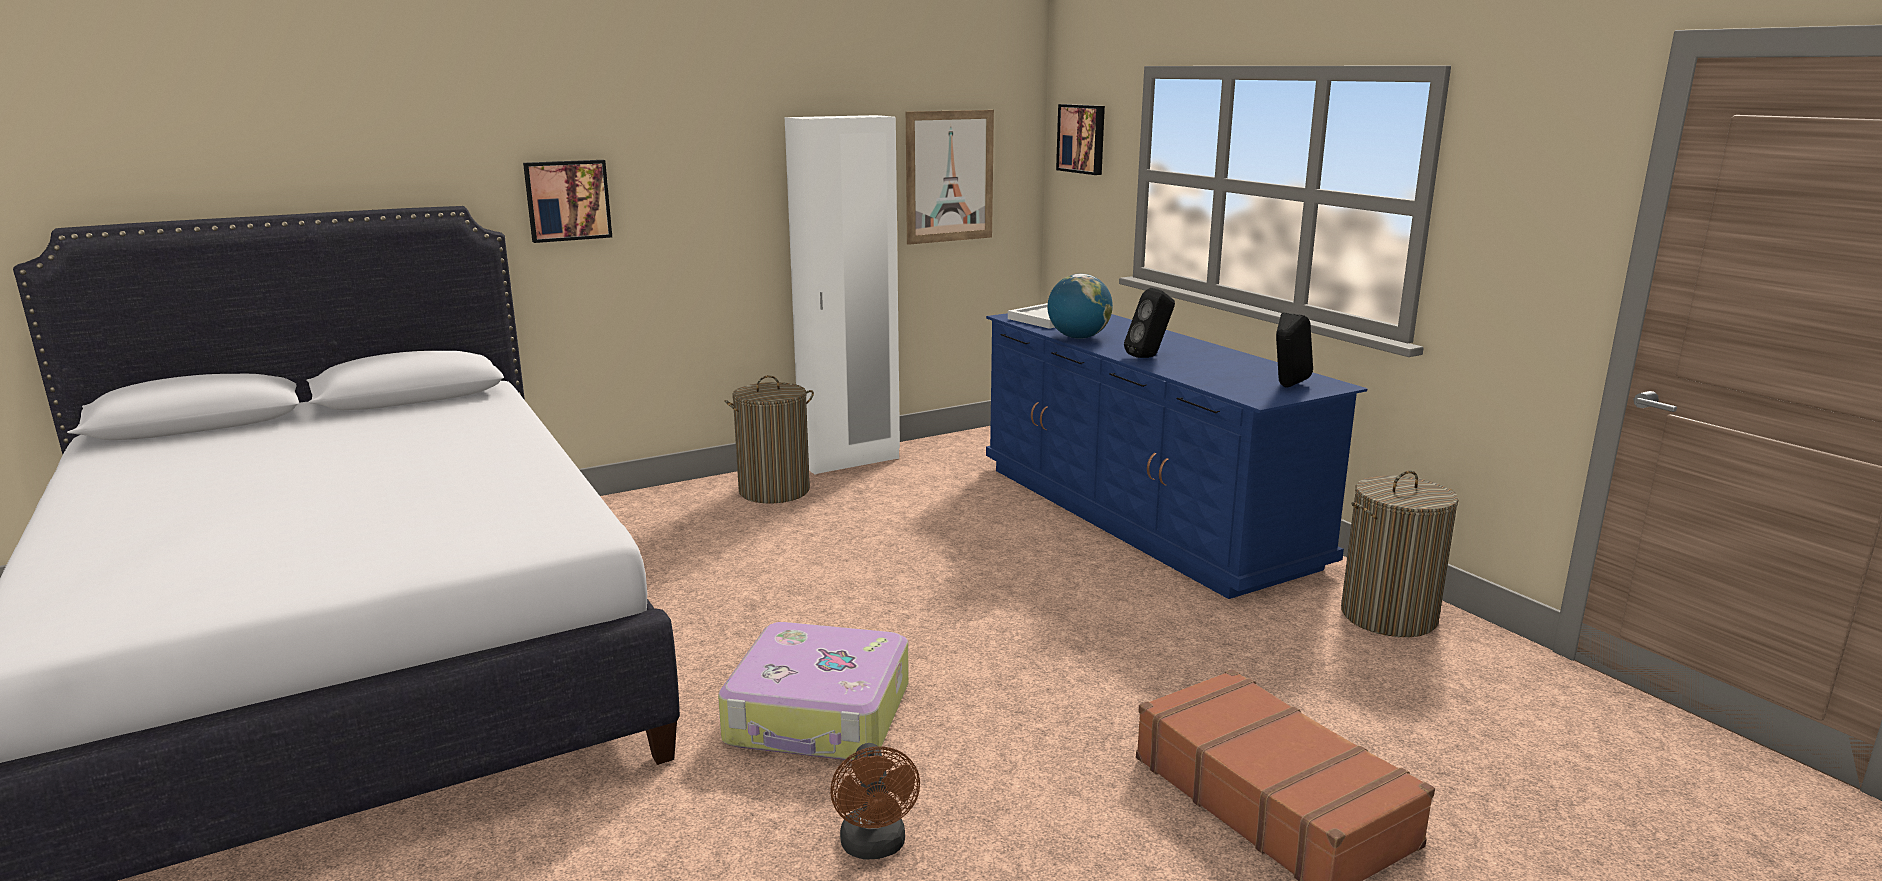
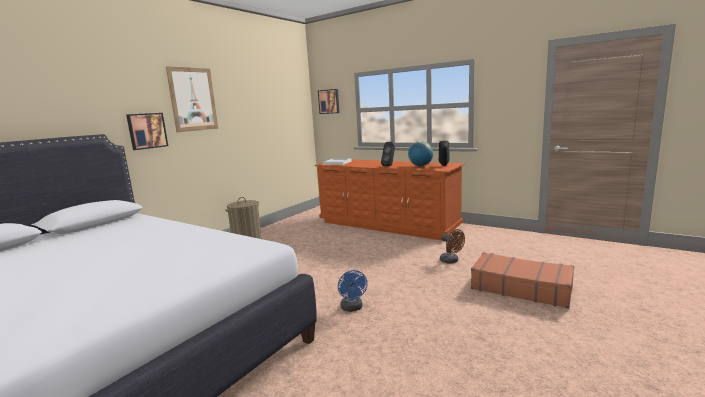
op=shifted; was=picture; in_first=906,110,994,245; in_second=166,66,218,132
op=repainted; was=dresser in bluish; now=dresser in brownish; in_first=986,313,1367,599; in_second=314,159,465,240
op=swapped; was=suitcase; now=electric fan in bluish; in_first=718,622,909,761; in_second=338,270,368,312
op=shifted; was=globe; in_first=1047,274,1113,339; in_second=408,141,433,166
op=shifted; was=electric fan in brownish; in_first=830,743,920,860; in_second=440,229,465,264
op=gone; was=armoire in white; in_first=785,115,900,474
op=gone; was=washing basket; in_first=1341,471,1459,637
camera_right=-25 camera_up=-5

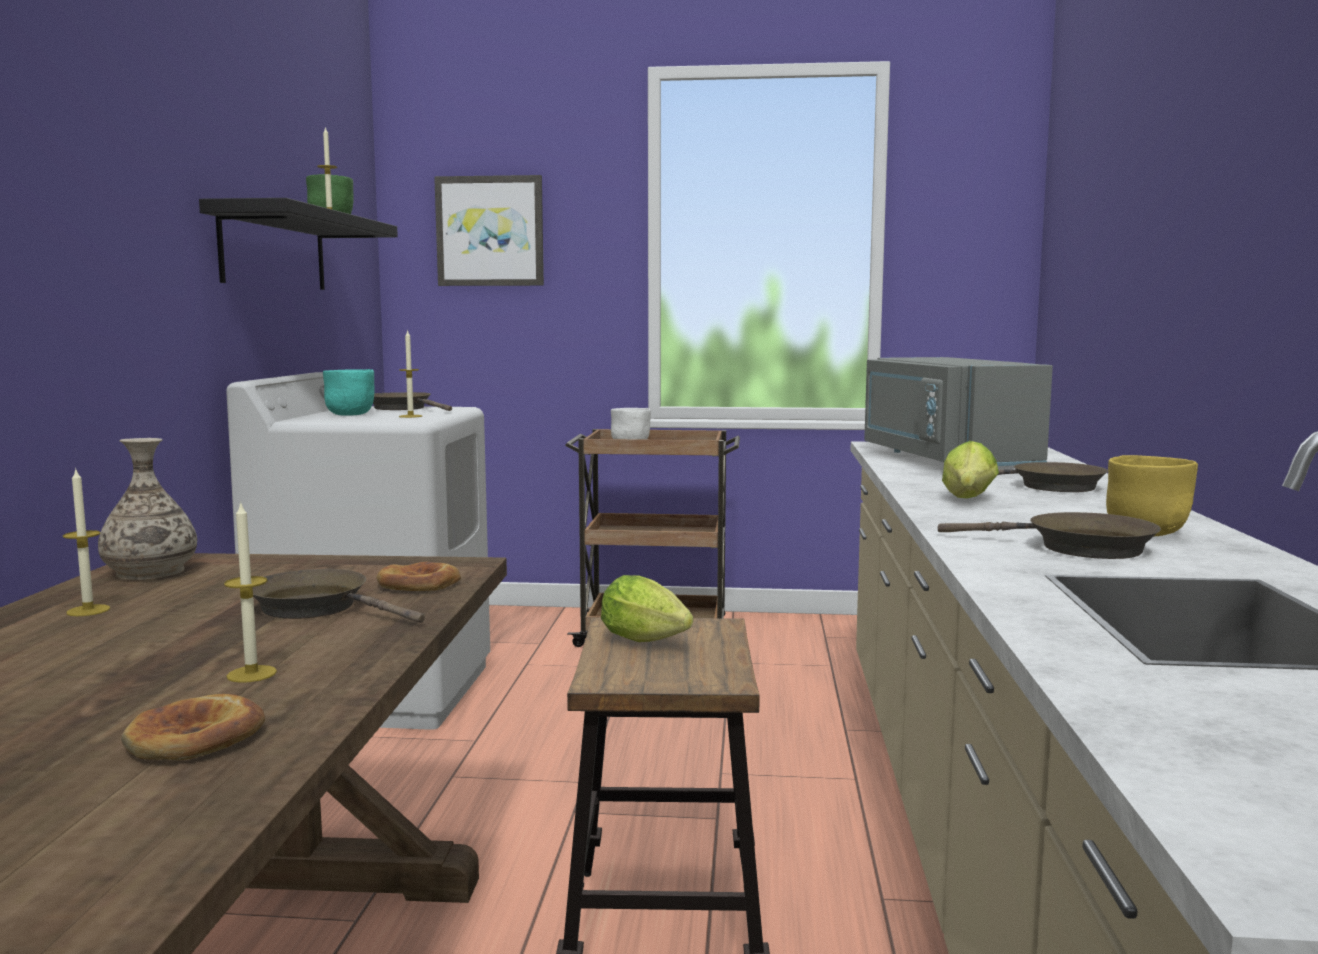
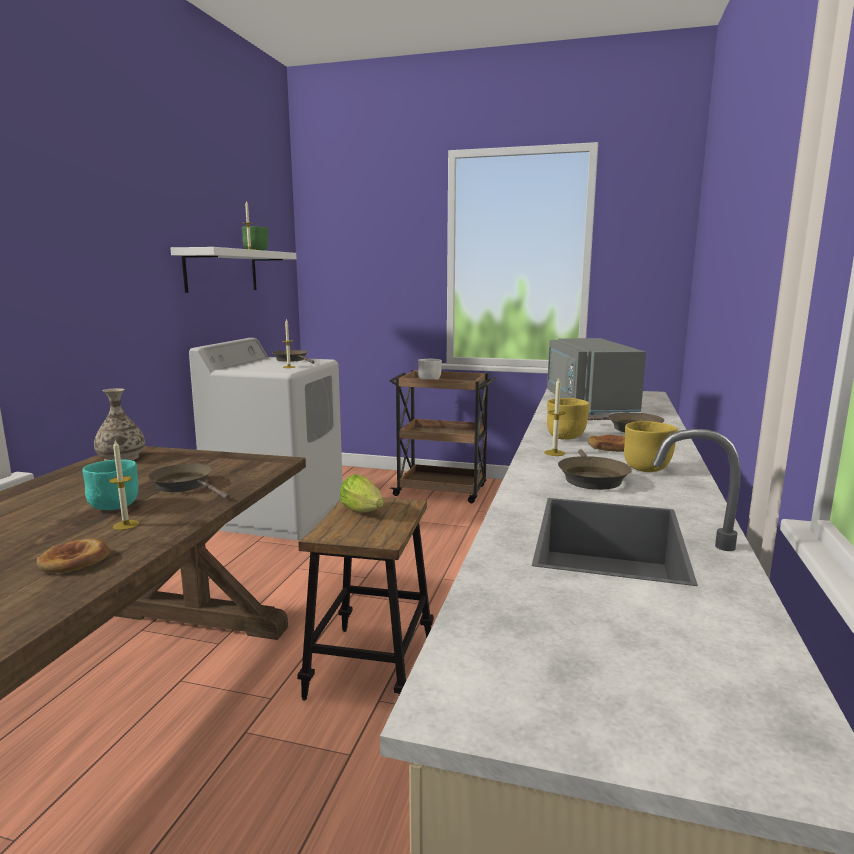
op=shifted; was=serving bowl in turquoise; in_first=323,369,375,416; in_second=82,459,138,510
op=repainted; was=wall shelf in blackish; now=wall shelf in white; in_first=199,198,398,290; in_second=170,247,296,293
op=shifted; was=candle; in_first=63,468,110,616; in_second=544,377,566,456
op=swapped; was=head of lettuce; now=serving bowl in yellow; in_first=942,441,999,498; in_second=547,398,590,440
op=rotated; was=frying pan in brownish; in_first=938,512,1161,559; in_second=558,449,632,490; clockwise=60
op=shifted; was=bread; in_first=377,562,461,591; in_second=588,435,625,452
op=gone; was=picture; in_first=434,175,544,286
camera_right=10 camera_up=5

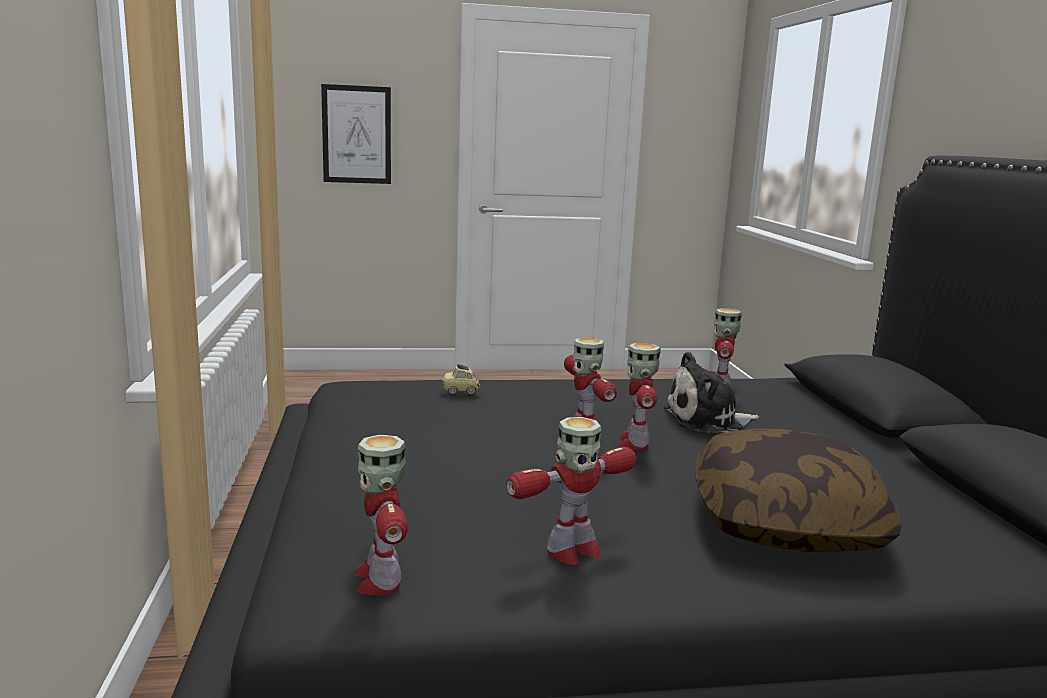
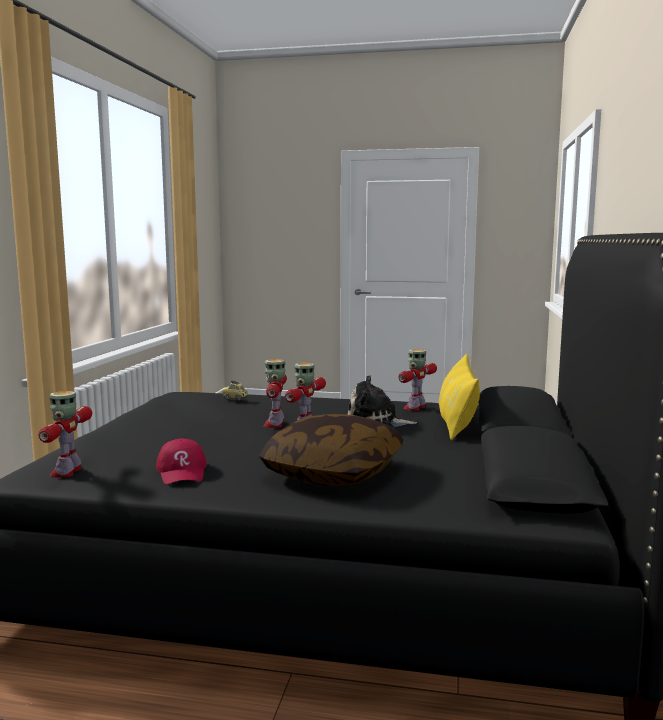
op=swapped; was=robot figure; now=cap in red-coloured; in_first=506,417,636,565; in_second=156,438,207,484
op=new; now=throw pillow in yellow; in_second=439,354,480,440
op=gone; was=picture; in_first=321,84,391,184
camera_right=20 camera_up=-5

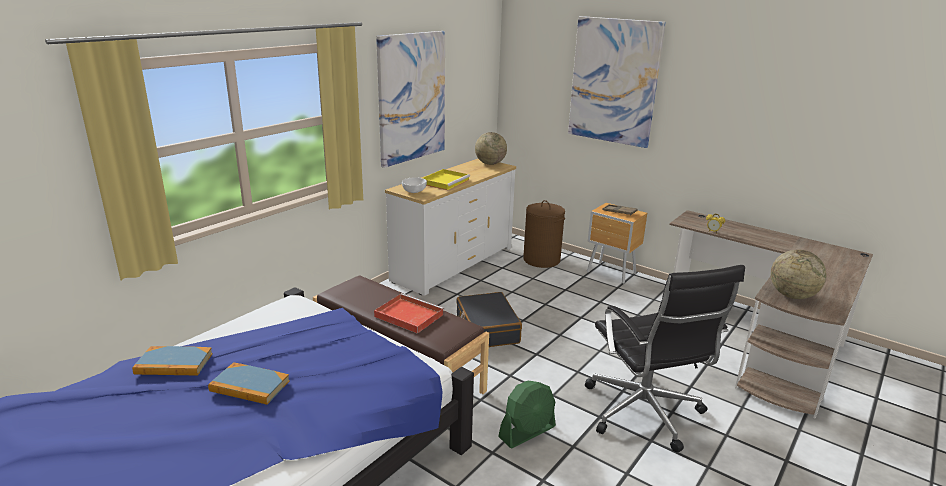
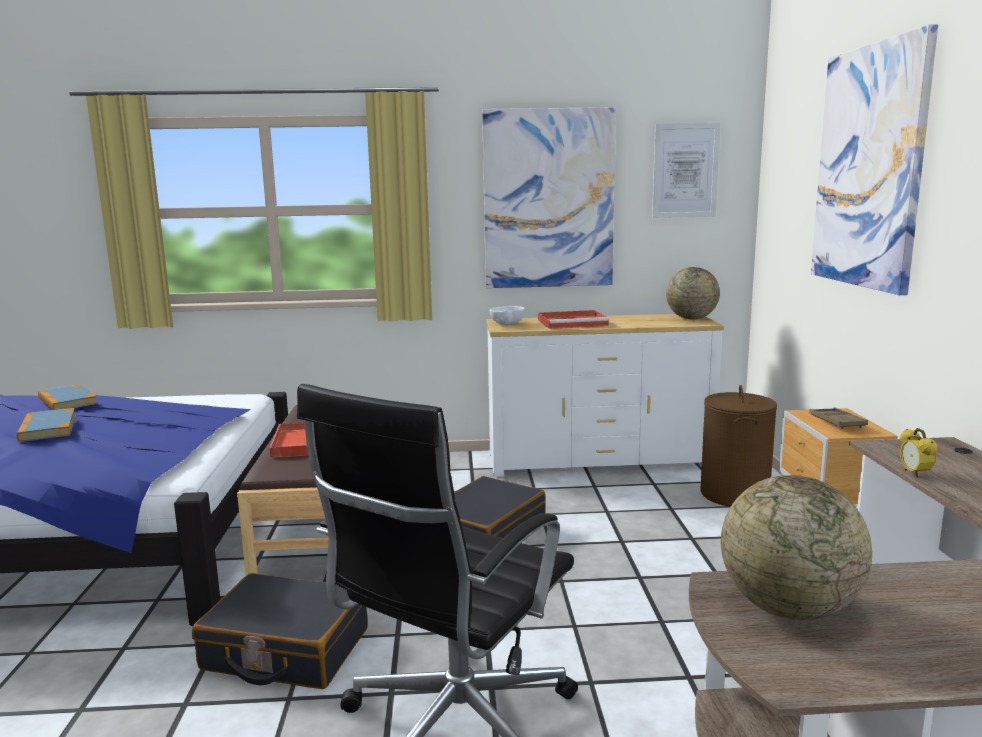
op=swapped; was=electric fan in greenish; now=suitcase in blackish; in_first=498,381,556,448; in_second=192,573,368,689
op=repainted; was=tray in yellow; now=tray in red-coloured; in_first=423,169,470,190; in_second=538,310,609,329
op=new; now=picture; in_second=652,123,720,218
camera_right=50 camera_up=-10

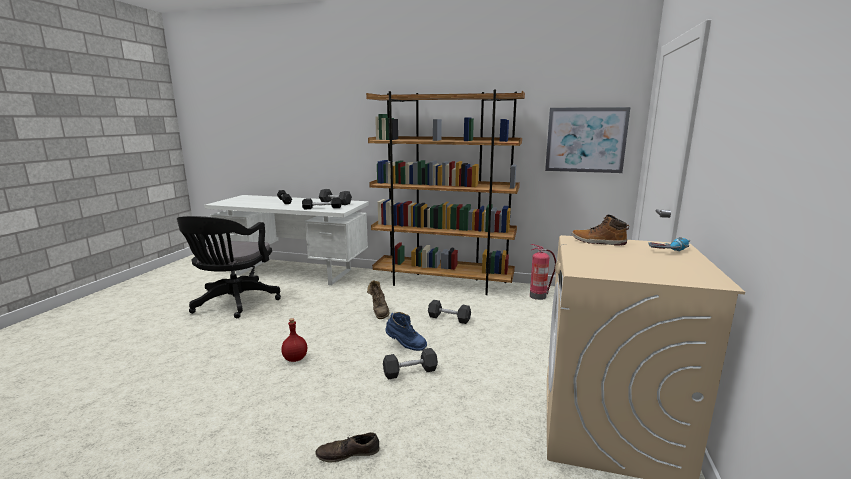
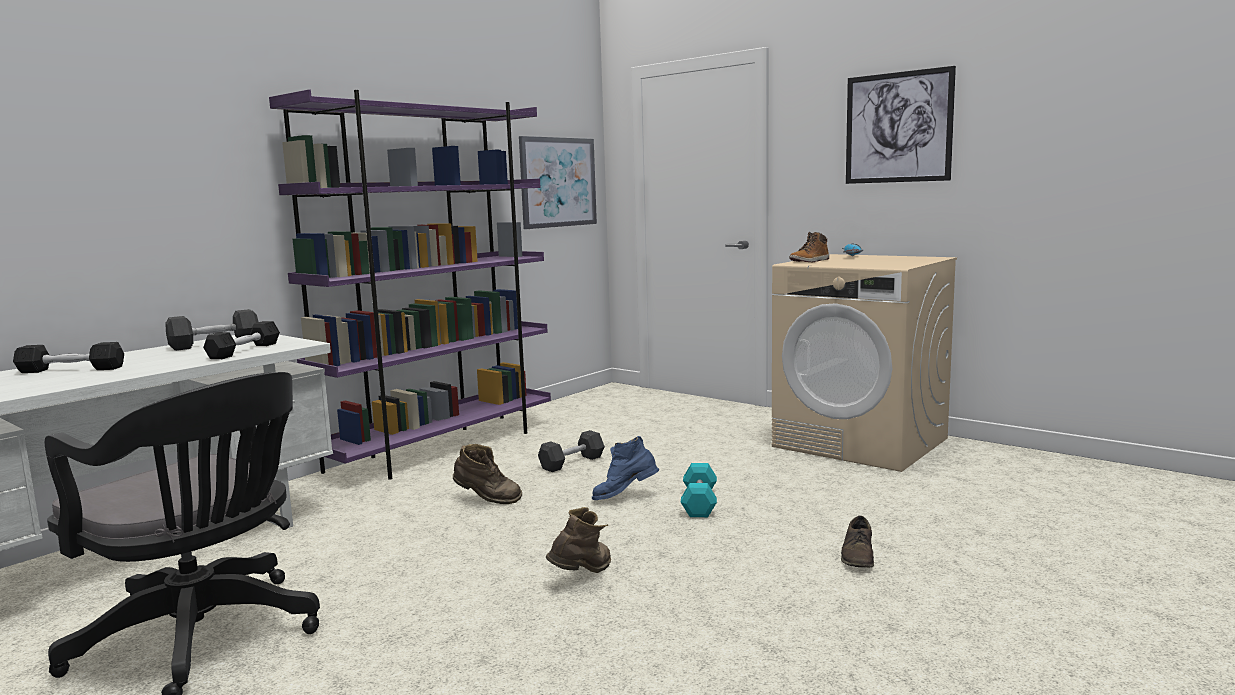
op=repainted; was=shelving unit in brownish; now=shelving unit in purplish; in_first=366,90,525,295; in_second=269,89,551,480
op=swapped; was=bottle in red-coloured; now=boot in brownish; in_first=281,318,307,362; in_second=546,507,611,573
op=rotated; was=boot in bluish; in_first=385,312,427,351; in_second=592,436,659,500; clockwise=-150
op=repainted; was=free weight in greyish; now=free weight in turquoise; in_first=383,348,438,380; in_second=681,463,717,517
op=new; now=picture; in_second=846,66,956,184
op=gone; was=extinguisher; in_first=530,244,556,300
camera_right=-65 camera_up=-5

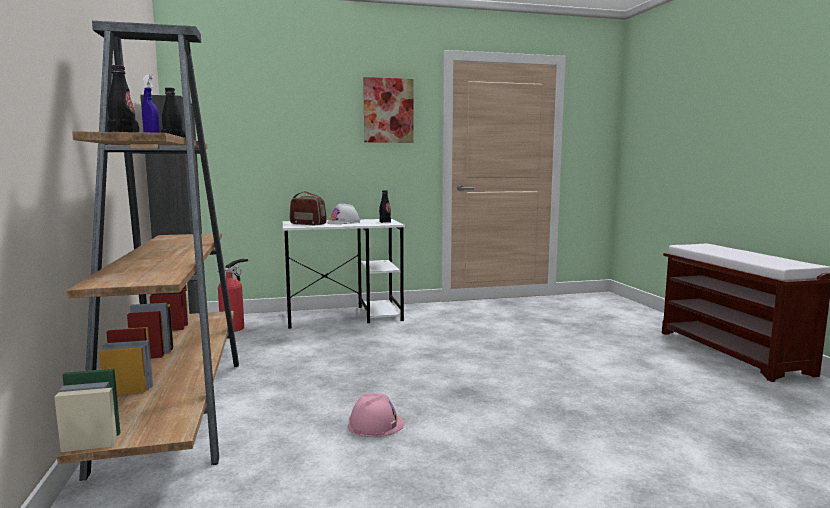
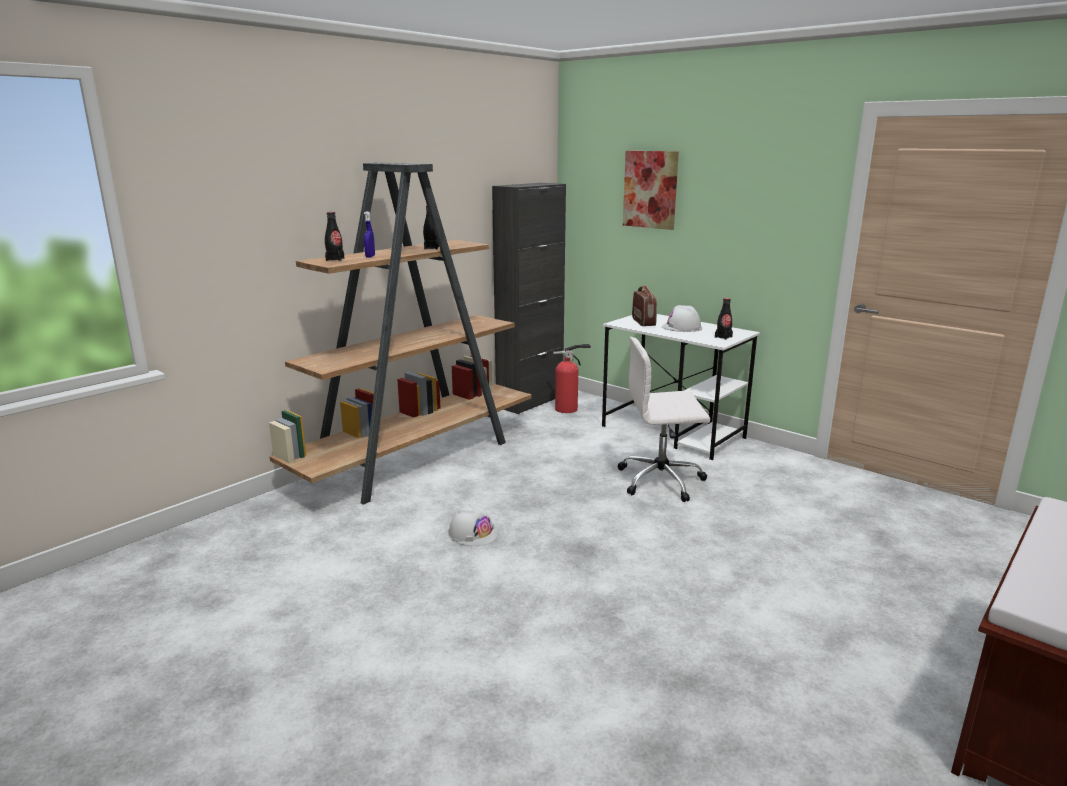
op=repainted; was=safety helmet in pink-coloured; now=safety helmet in white; in_first=348,394,405,437; in_second=448,504,498,546
op=new; now=office chair in white; in_second=618,337,710,502
op=shifted; was=picture; in_first=363,77,413,143; in_second=623,151,679,230
camera_right=55 camera_up=10

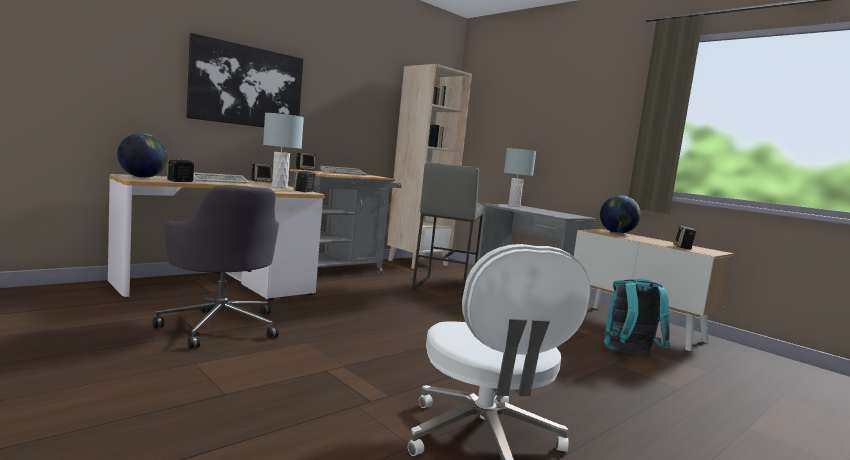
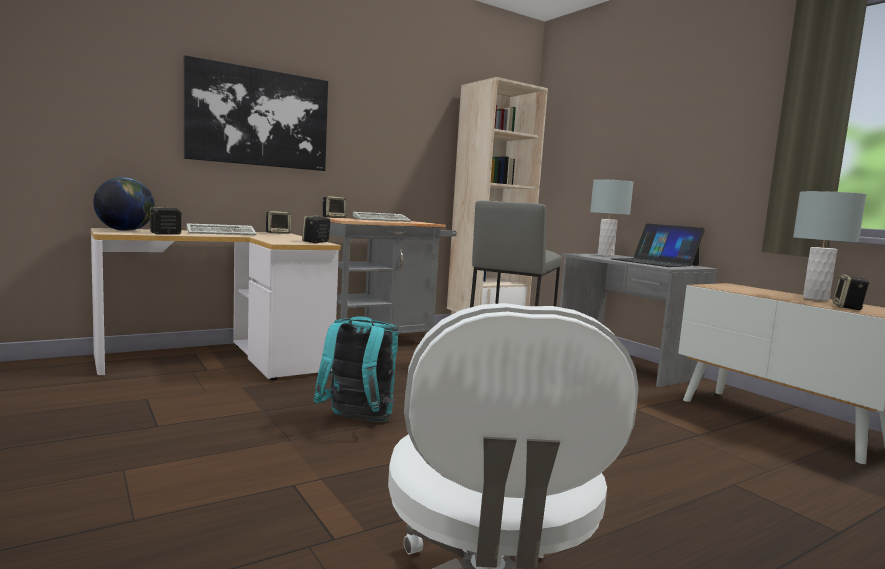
op=shifted; was=knapsack in turquoise; in_first=604,278,670,355; in_second=313,316,399,422
op=new; now=notebook computer; in_second=612,224,705,267
op=shifted; was=table lamp in greyish; in_first=263,113,304,188; in_second=793,191,867,301
op=gone; was=office chair in greyish; in_first=153,186,279,349
op=gone; was=globe; in_first=600,195,641,233
camera_right=10 camera_up=0

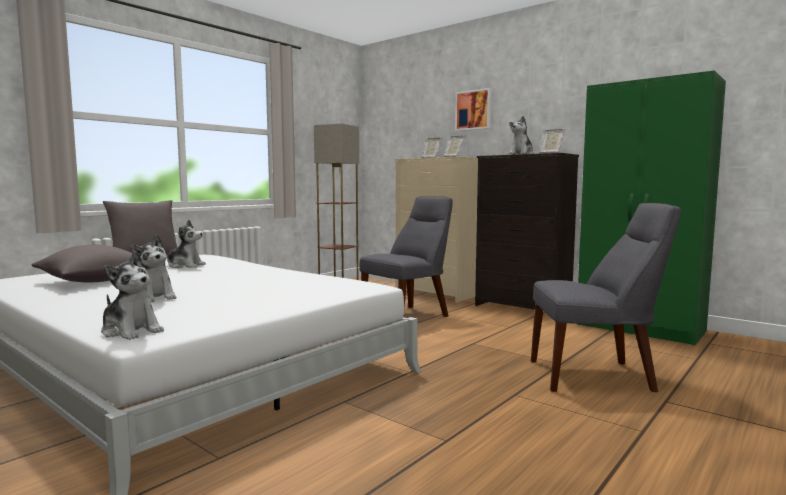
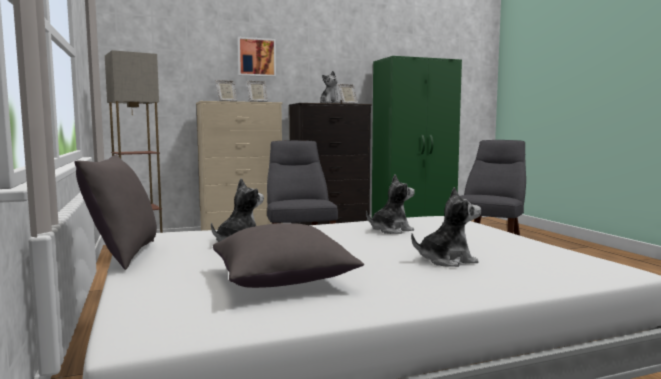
op=shifted; was=soft toy; in_first=101,251,164,340; in_second=366,175,415,234
camera_right=-60 camera_up=0

